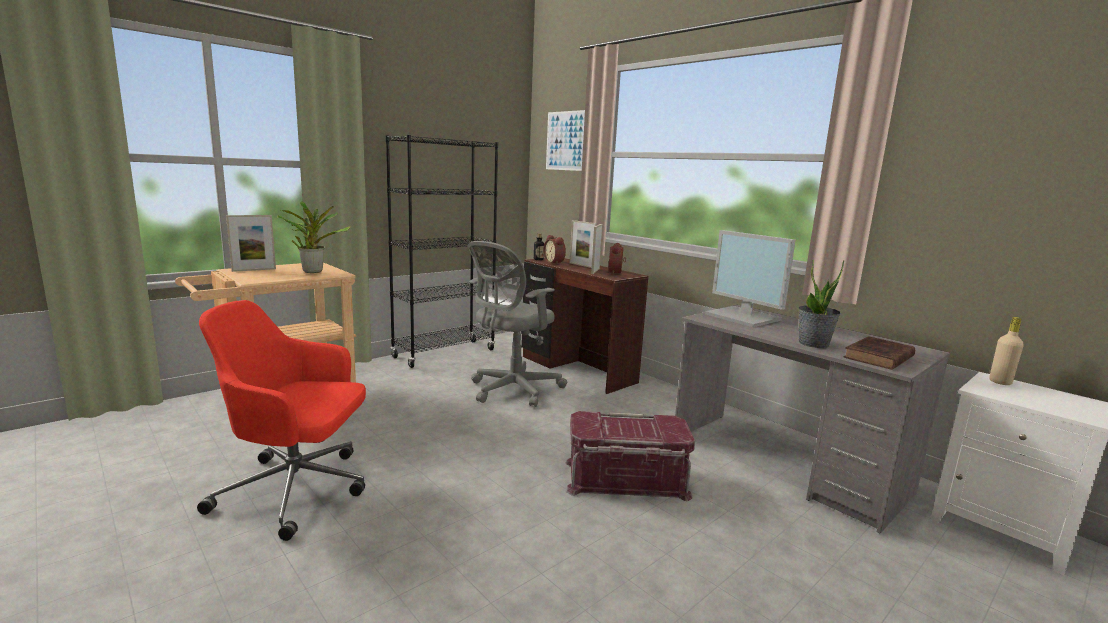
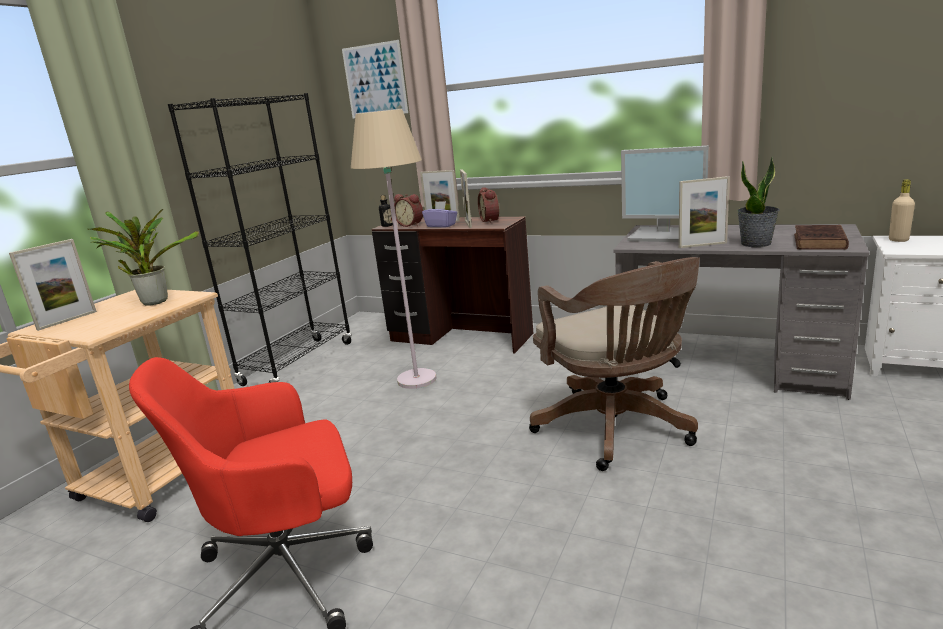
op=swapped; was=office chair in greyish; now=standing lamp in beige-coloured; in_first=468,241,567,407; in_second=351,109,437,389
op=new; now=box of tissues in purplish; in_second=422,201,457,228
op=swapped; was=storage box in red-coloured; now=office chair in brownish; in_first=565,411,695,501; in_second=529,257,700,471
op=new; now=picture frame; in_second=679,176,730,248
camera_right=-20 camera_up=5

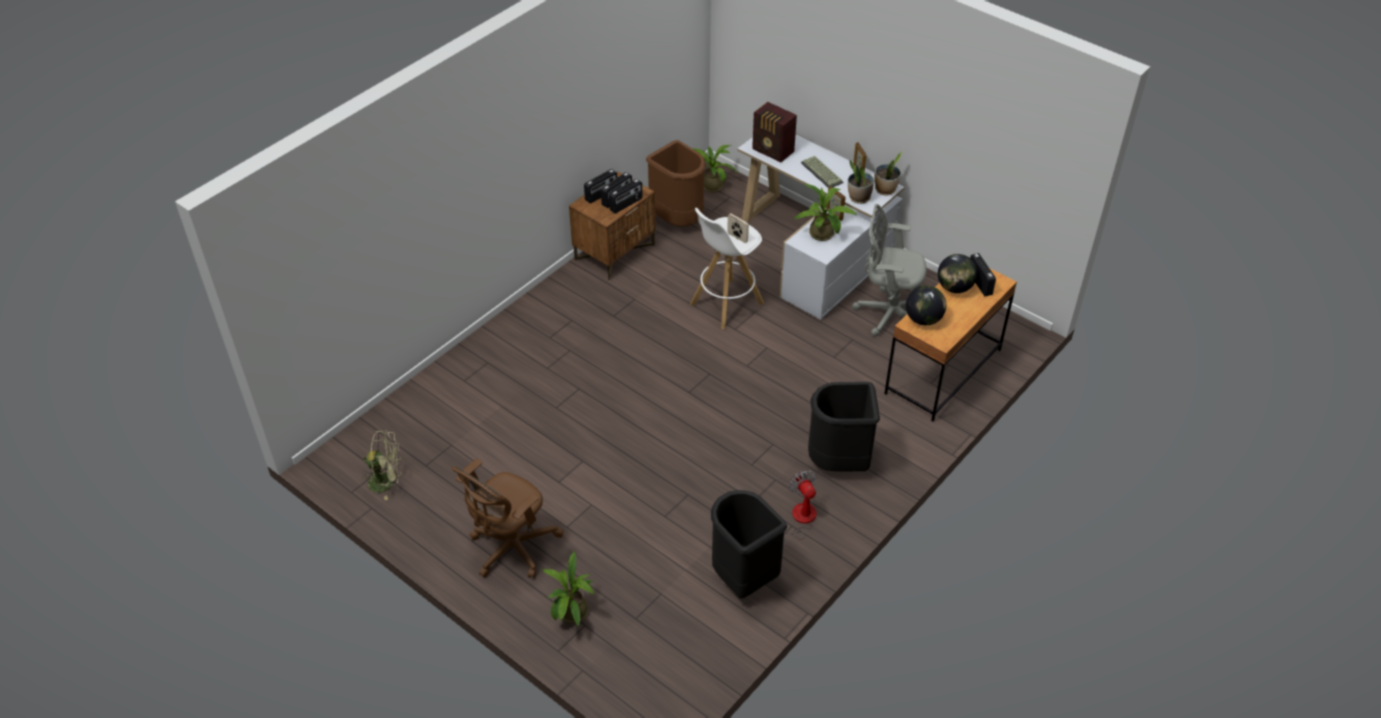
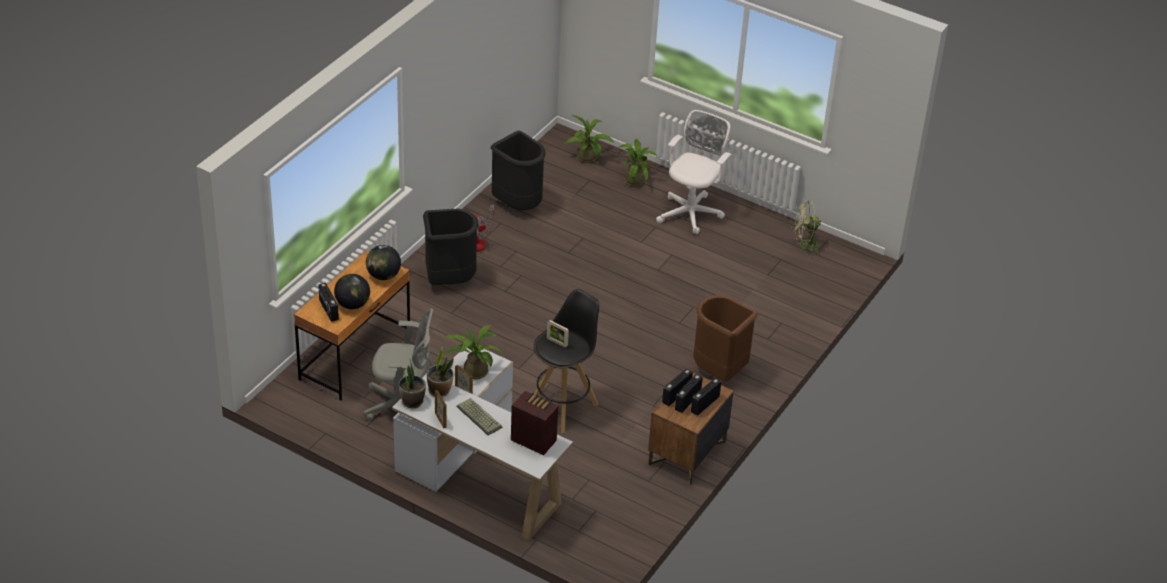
op=repainted; was=stool seat in white; now=stool seat in blackish; in_first=690,208,764,329; in_second=534,289,599,433
op=shifted; was=plant in a pot; in_first=693,145,739,192; in_second=564,115,614,163
op=repainted; was=office chair in brownish; now=office chair in white; in_first=451,458,564,578; in_second=656,110,732,234
op=shifted; was=trash can in brownish; in_first=646,140,706,227; in_second=694,295,757,382
camera_right=170 camera_up=-5

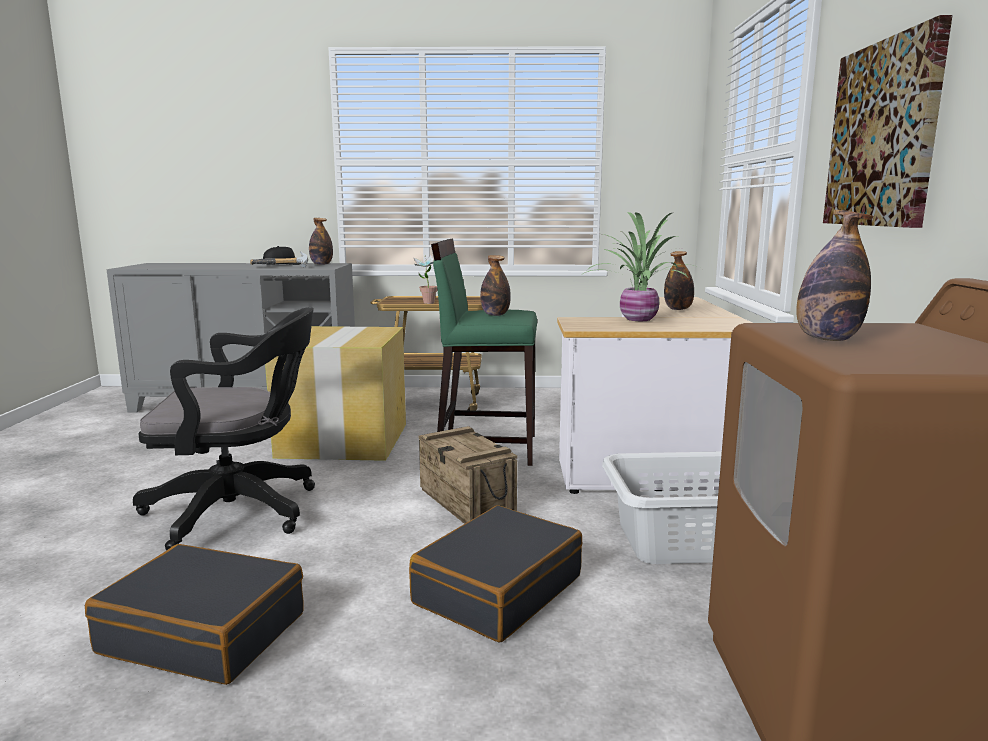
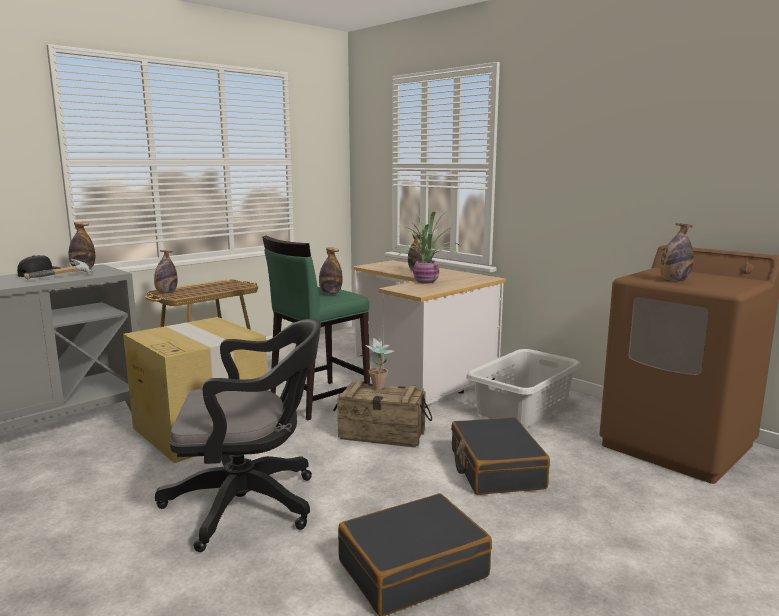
op=new; now=bottle; in_second=154,250,177,293
op=rotated; was=office chair in blackish; in_first=133,307,315,550; in_second=155,319,321,552; clockwise=45
op=shifted; was=plant in a pot; in_first=413,255,437,304; in_second=366,337,395,389
op=gone; was=picture; in_first=823,15,952,228
camera_right=-45 camera_up=0

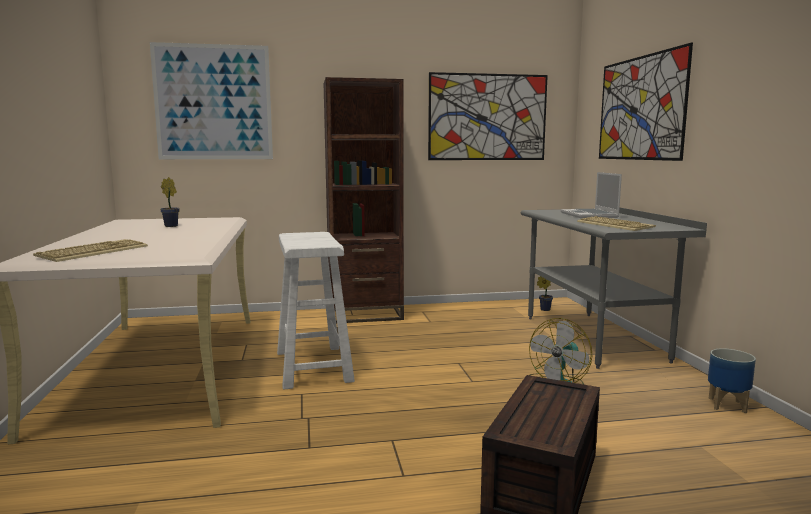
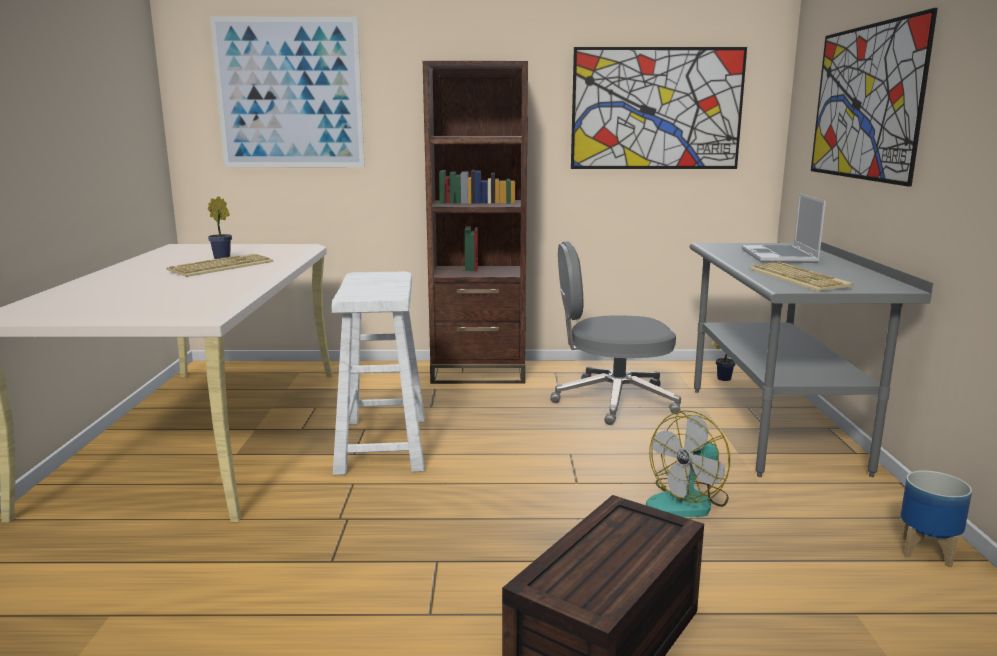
op=shifted; was=computer keyboard; in_first=33,239,148,262; in_second=167,254,273,277
op=new; now=office chair in greyish; in_second=550,241,681,425
camera_right=10 camera_up=5

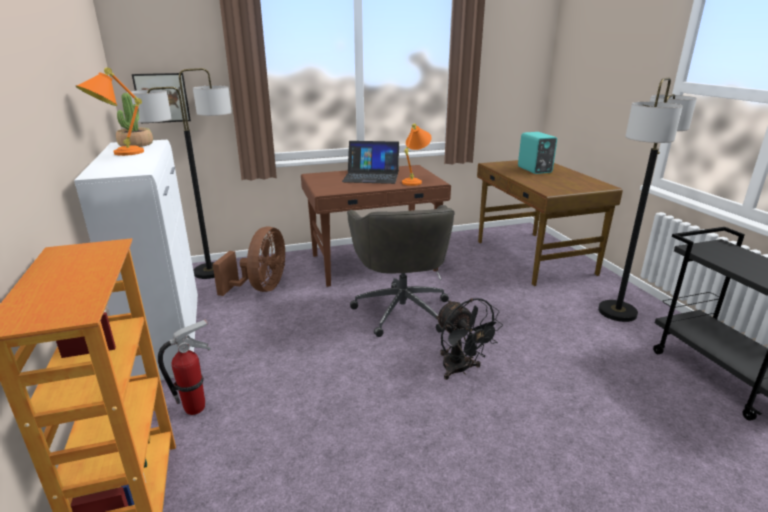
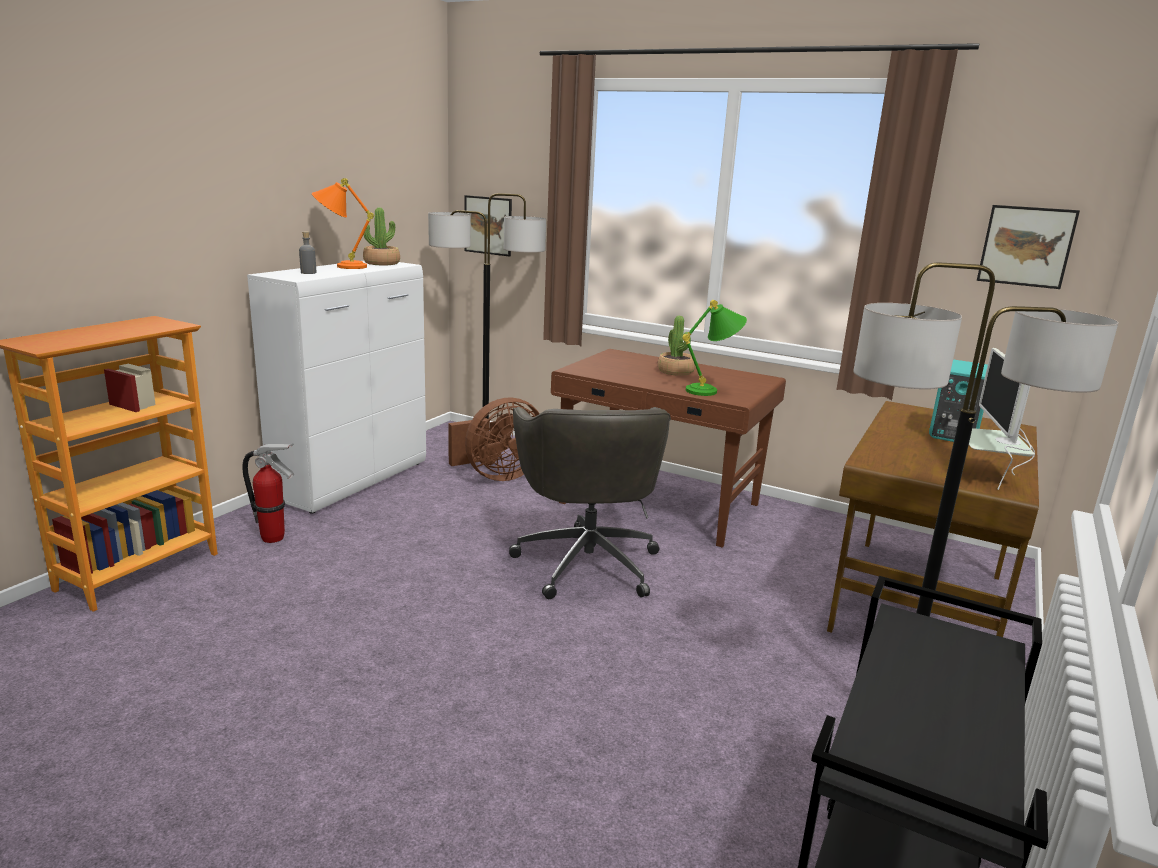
op=new; now=bottle in greyish; in_second=299,232,316,274
op=rotated; was=office chair in greyish; in_first=347,205,455,337; in_second=509,407,671,599; clockwise=-45
op=swapped; was=notebook computer; now=plant in a pot; in_first=342,141,399,184; in_second=658,316,695,376
op=repainted; was=table lamp in orange; now=table lamp in greenish; in_first=402,124,432,186; in_second=682,300,747,396
op=new; now=computer screen; in_second=969,348,1035,490
op=new; now=picture; in_second=977,205,1080,289
op=gone; was=electric fan in blackish; in_first=436,298,503,380
camera_right=45 camera_up=-5

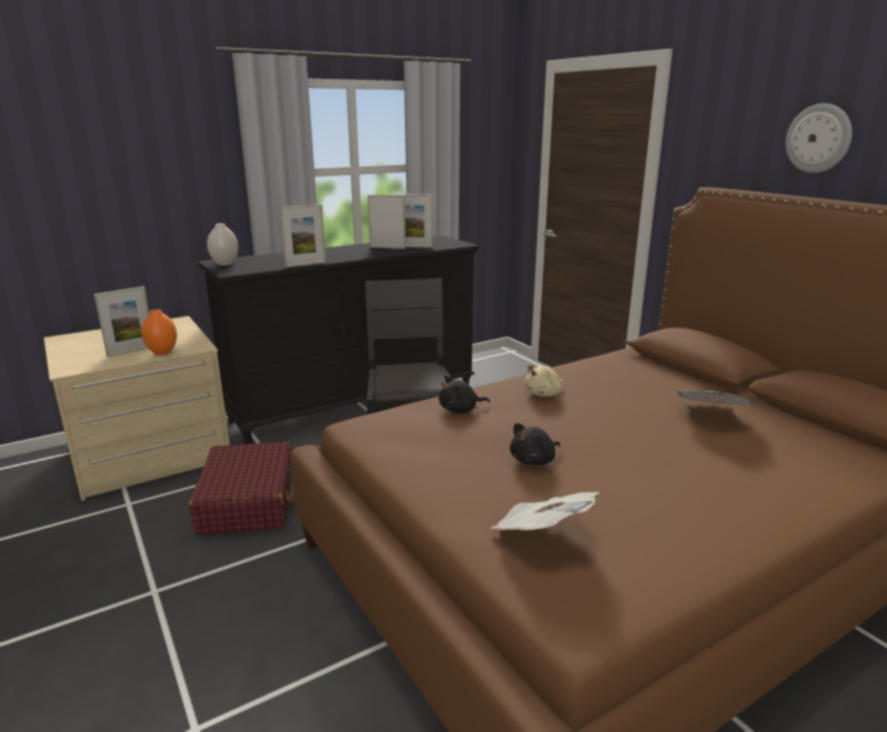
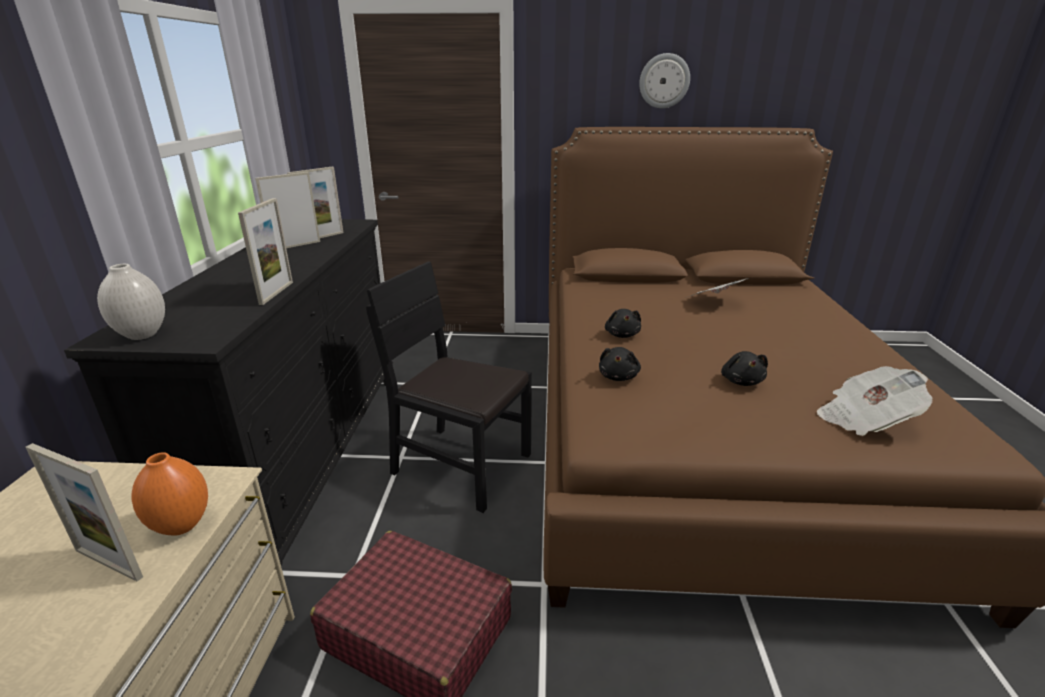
op=rotated; was=picture frame; in_first=94,286,149,357; in_second=25,443,143,582; clockwise=120
op=repainted; was=soft toy in beige-coloured; now=soft toy in blackish; in_first=524,363,564,397; in_second=605,309,641,338
camera_right=-55 camera_up=5

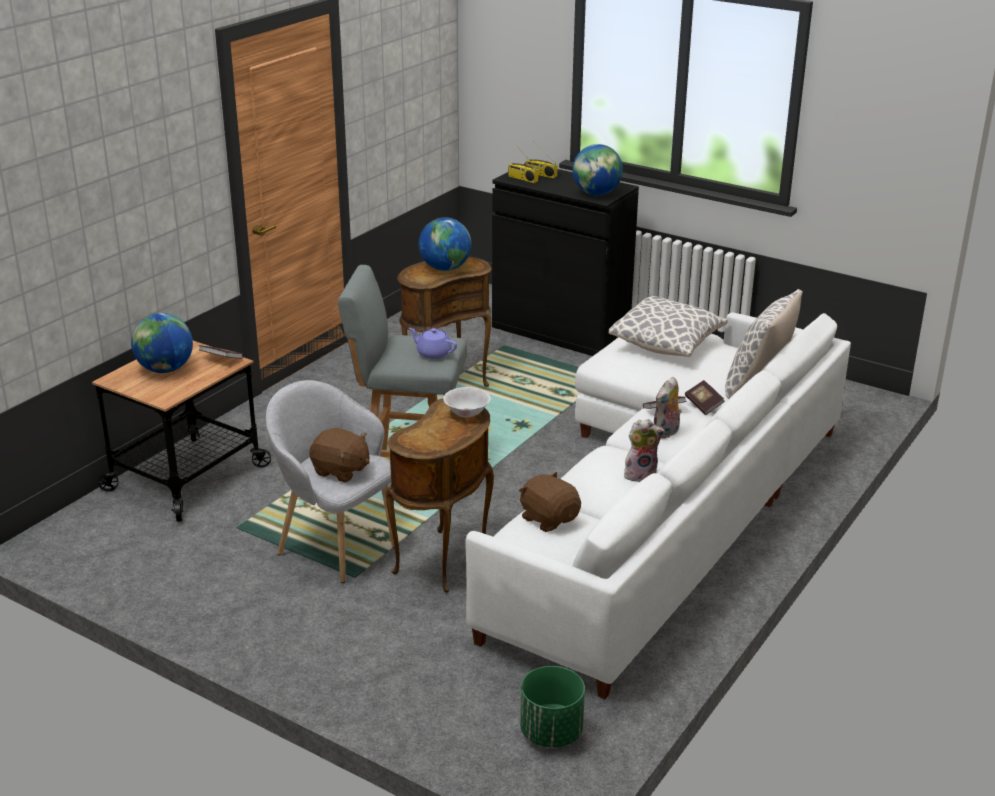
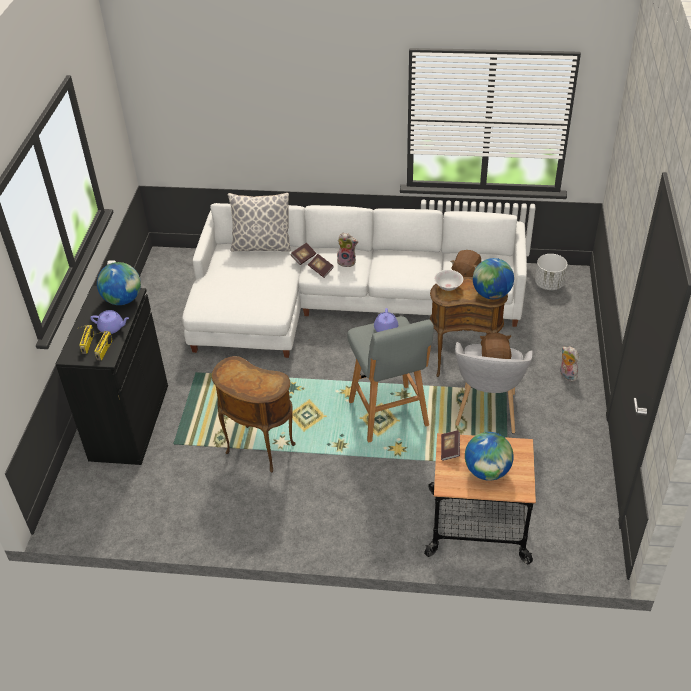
op=new; now=teapot in purplish; in_second=90,310,129,334
op=shifted; was=globe; in_first=419,217,471,271; in_second=473,258,514,299
op=repainted; was=plant pot in greenish; now=plant pot in white; in_first=520,666,585,748; in_second=535,254,567,290
op=shifted; was=soft toy; in_first=624,419,665,483; in_second=560,346,578,382
op=gone; was=throw pillow; in_first=608,296,728,357
camera_right=-115 camera_up=15

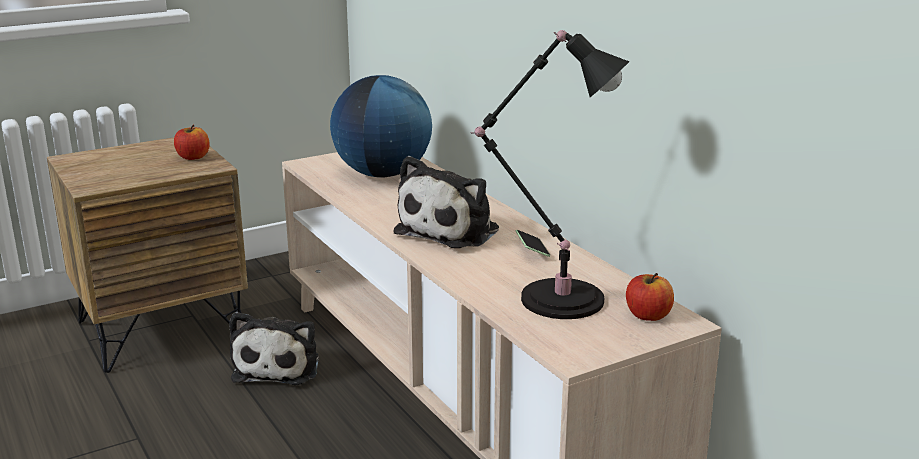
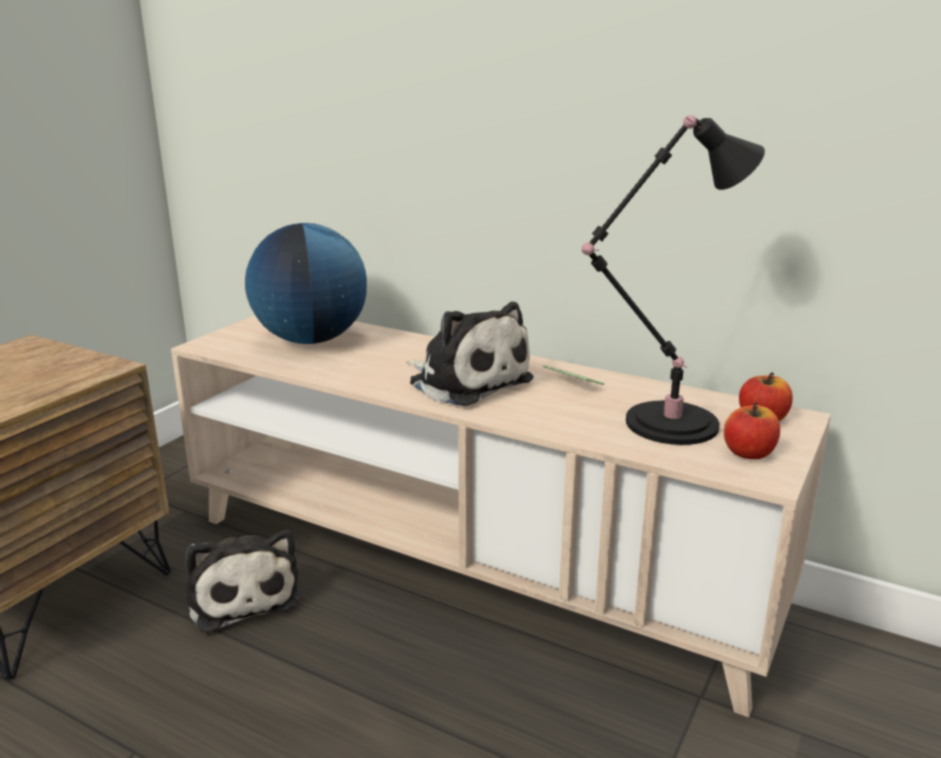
op=rotated; was=soft toy; in_first=394,156,499,248; in_second=406,302,534,406; clockwise=-45
op=shifted; was=whole apple; in_first=174,125,210,160; in_second=724,402,780,459
camera_right=-30 camera_up=0

